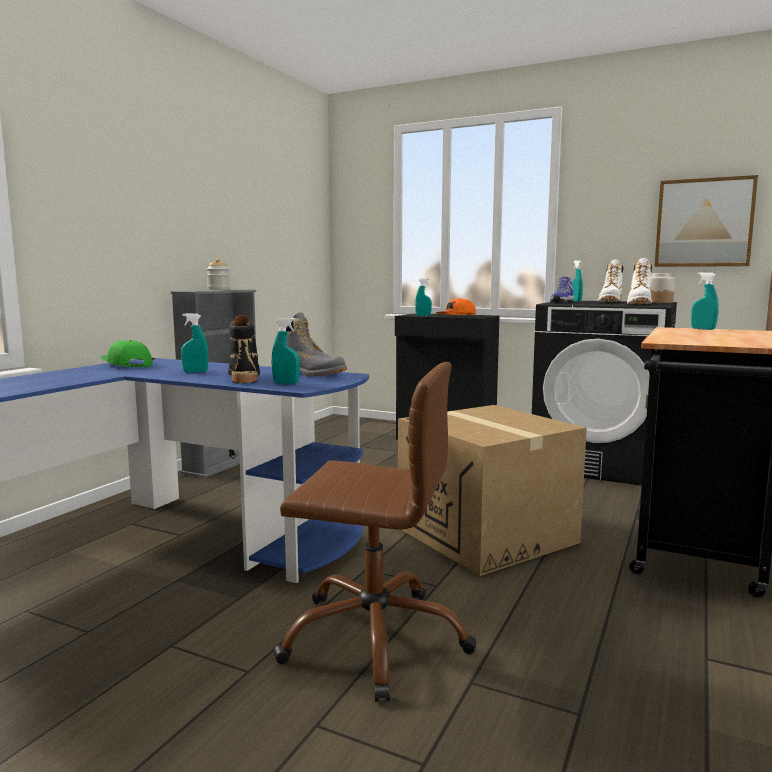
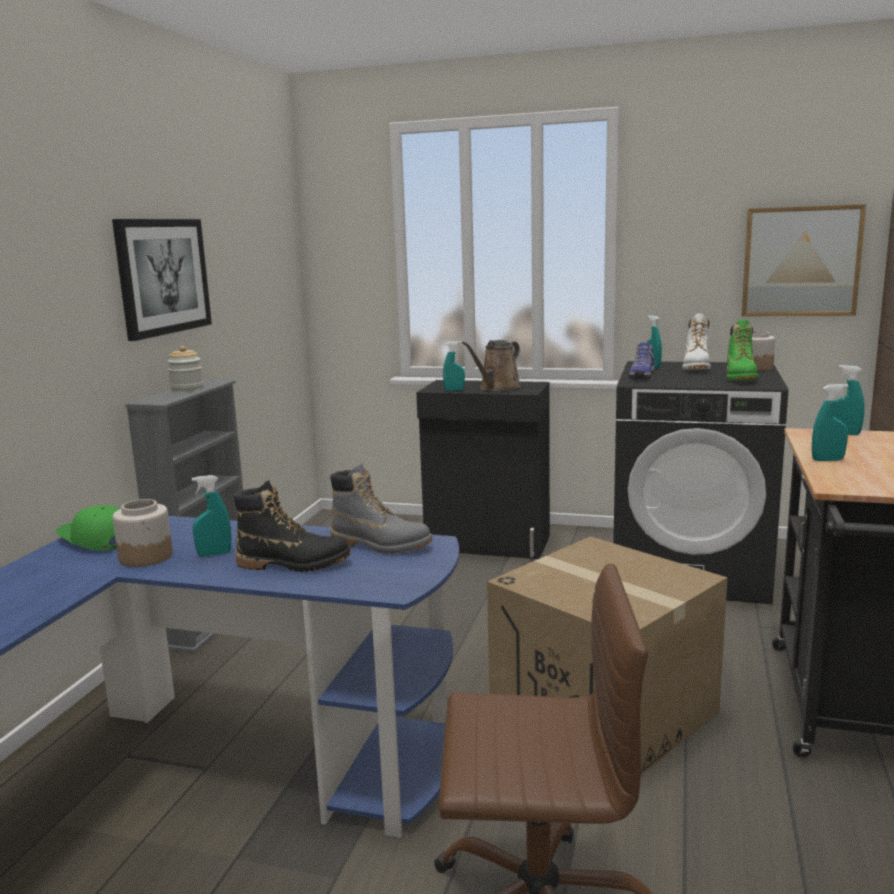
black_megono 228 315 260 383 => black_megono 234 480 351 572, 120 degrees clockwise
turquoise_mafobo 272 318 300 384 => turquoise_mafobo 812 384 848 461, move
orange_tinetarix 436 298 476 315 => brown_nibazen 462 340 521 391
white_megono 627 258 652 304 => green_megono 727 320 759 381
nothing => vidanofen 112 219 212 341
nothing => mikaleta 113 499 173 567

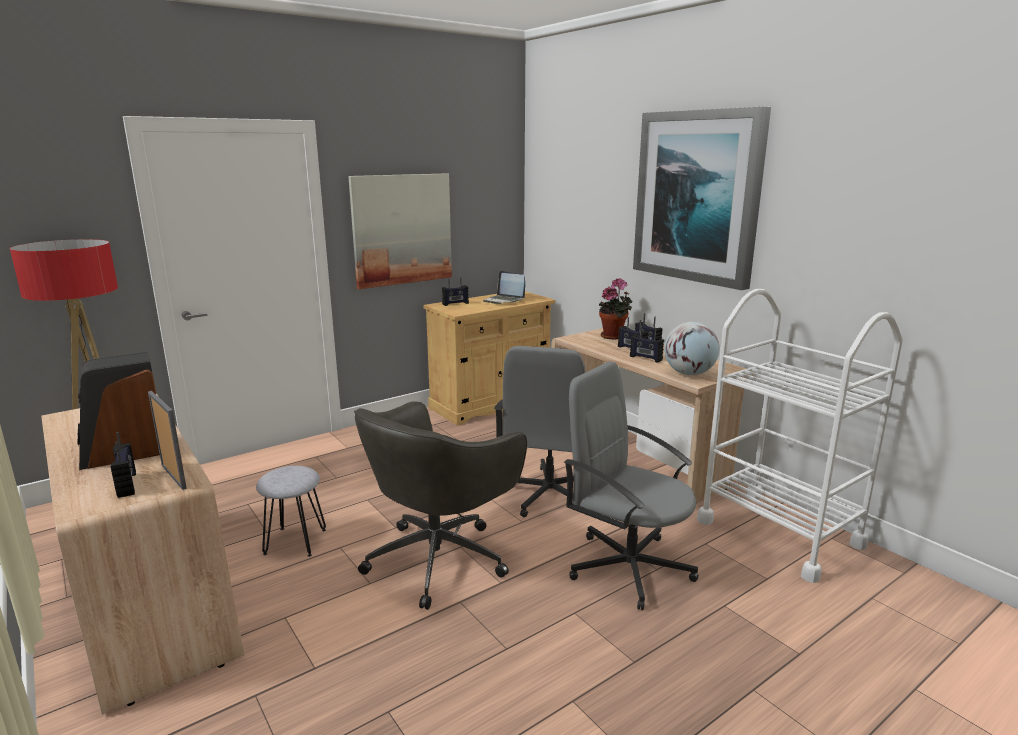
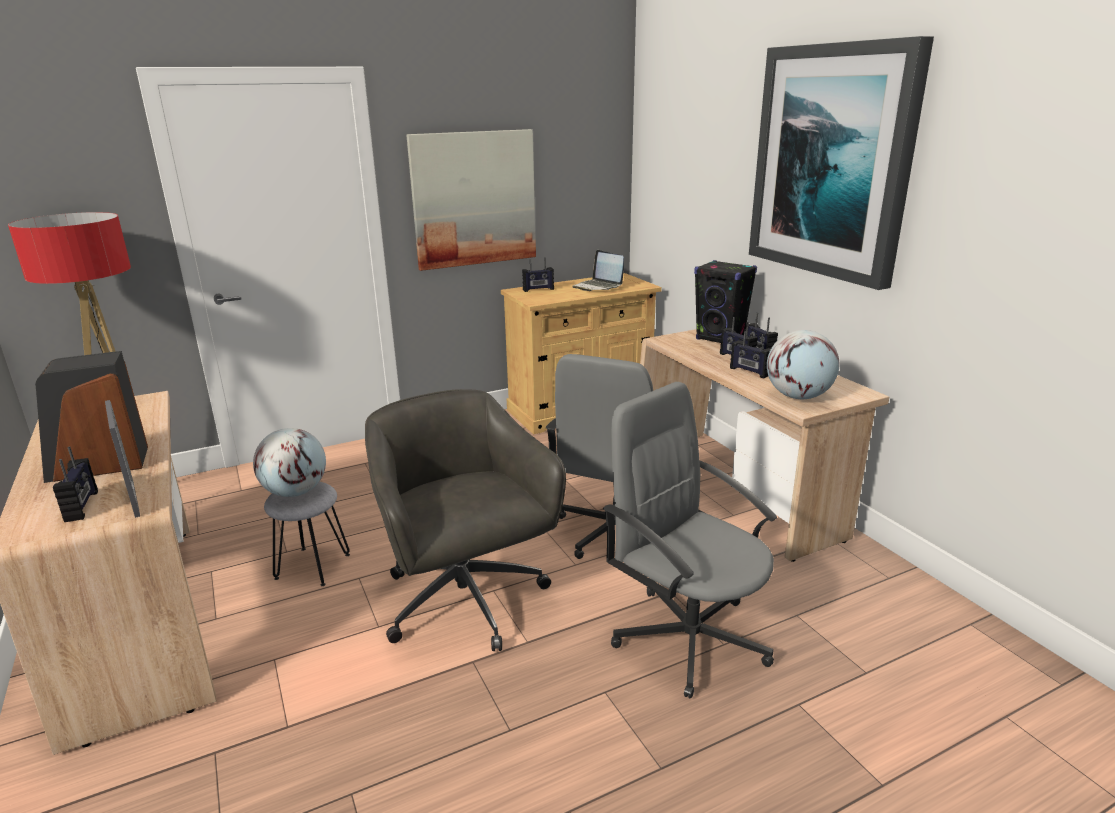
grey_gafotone 354 401 527 610 => grey_gafotone 365 389 566 651, 105 degrees clockwise
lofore 599 278 633 340 => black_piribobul 694 260 757 343
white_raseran 697 289 903 583 => nothing
nothing => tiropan 253 428 326 497

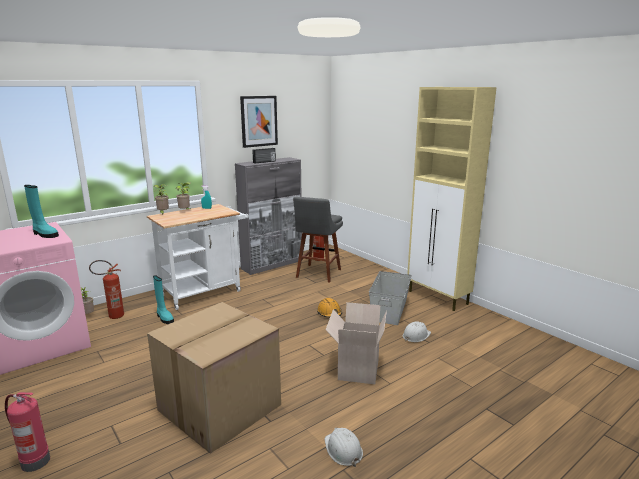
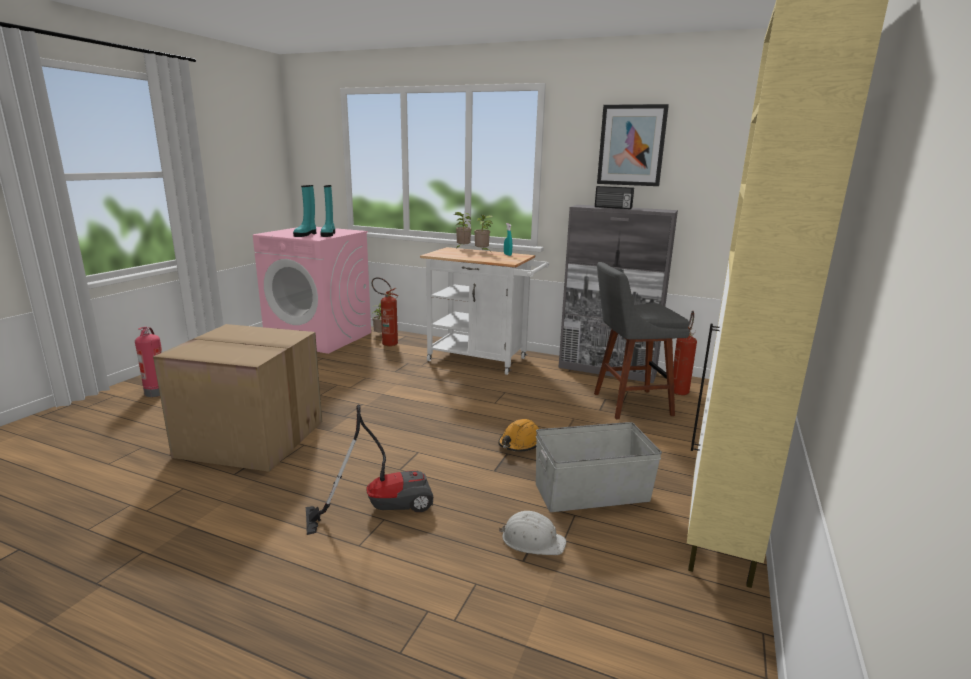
turquoise_megono 153 275 174 324 => turquoise_megono 293 185 316 237, move
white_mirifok 325 428 363 467 => nothing
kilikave 326 302 387 384 => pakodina 306 404 434 535

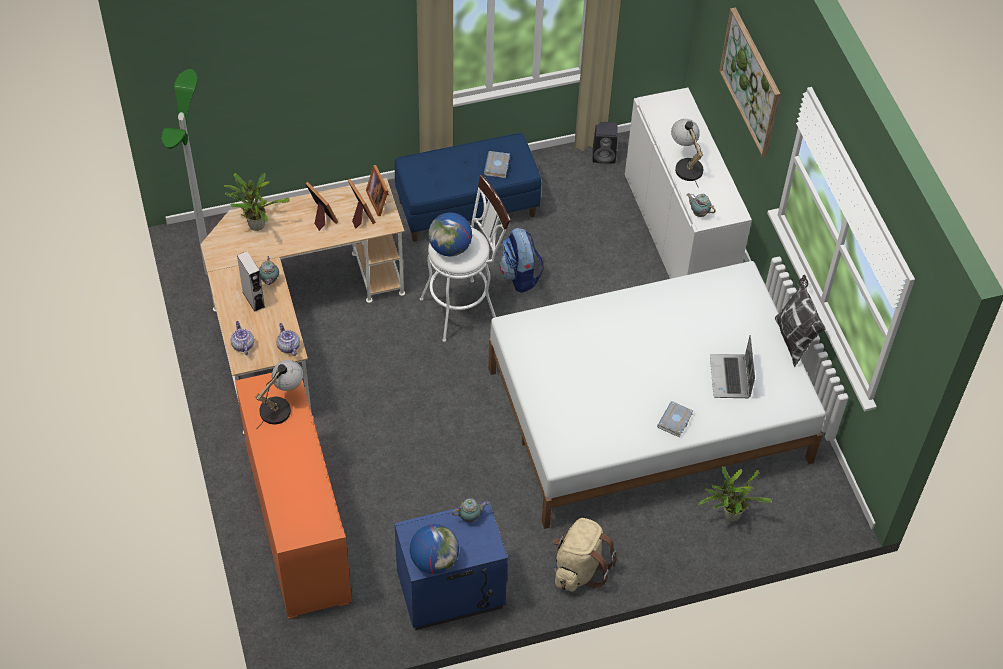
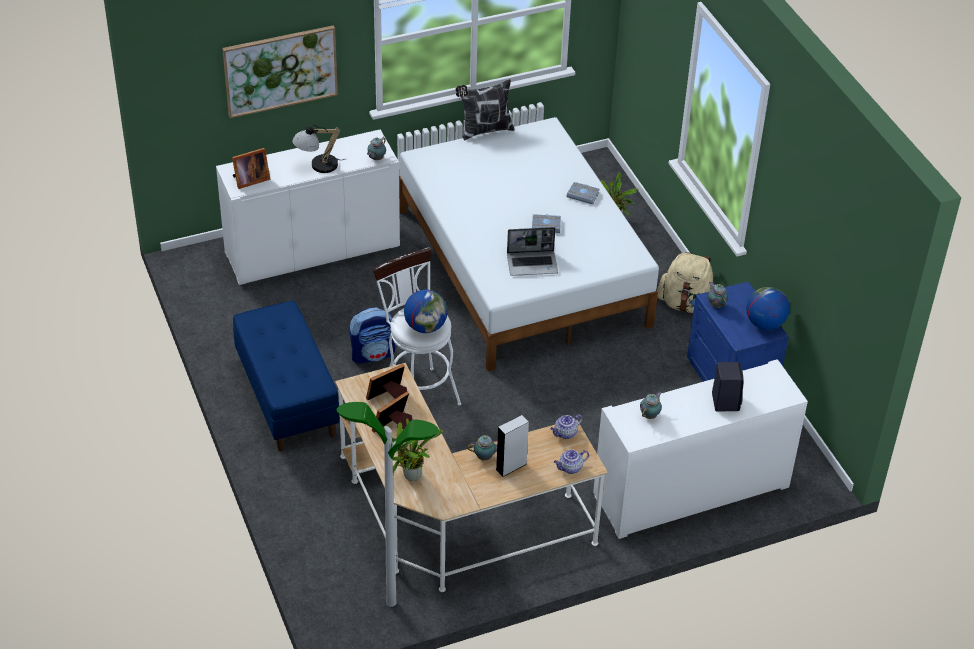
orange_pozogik 235 373 352 619 => white_pozogik 593 359 808 539
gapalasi 255 360 303 429 => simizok 640 392 662 419
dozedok 366 165 389 216 => dozedok 232 148 270 189, move
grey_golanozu 484 151 510 178 => grey_golanozu 532 214 561 233, move
black_piribobul 592 122 618 163 => black_piribobul 712 362 744 411, move
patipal 710 335 755 398 => patipal 507 227 558 276, move

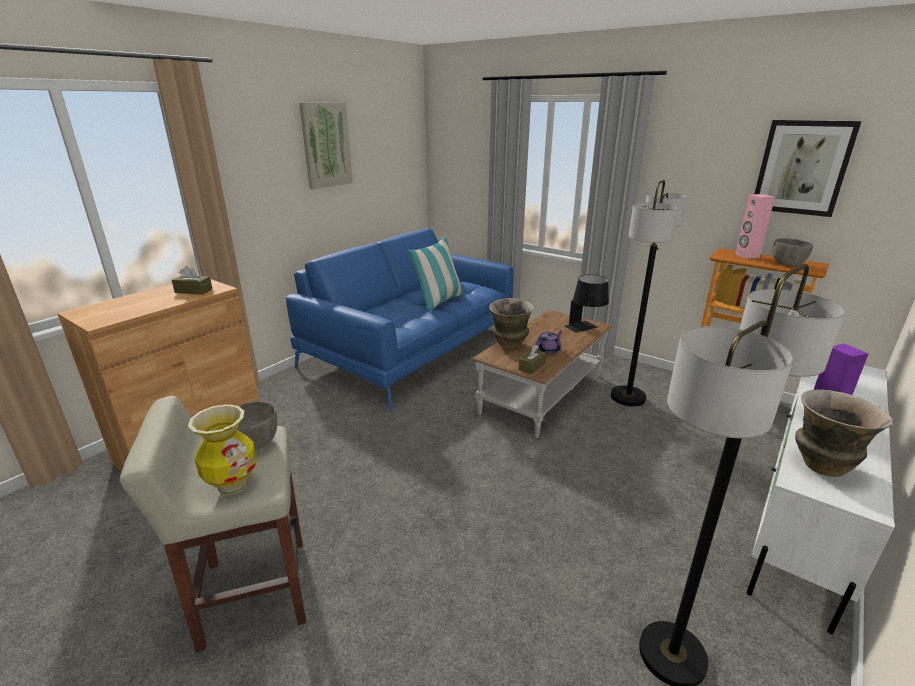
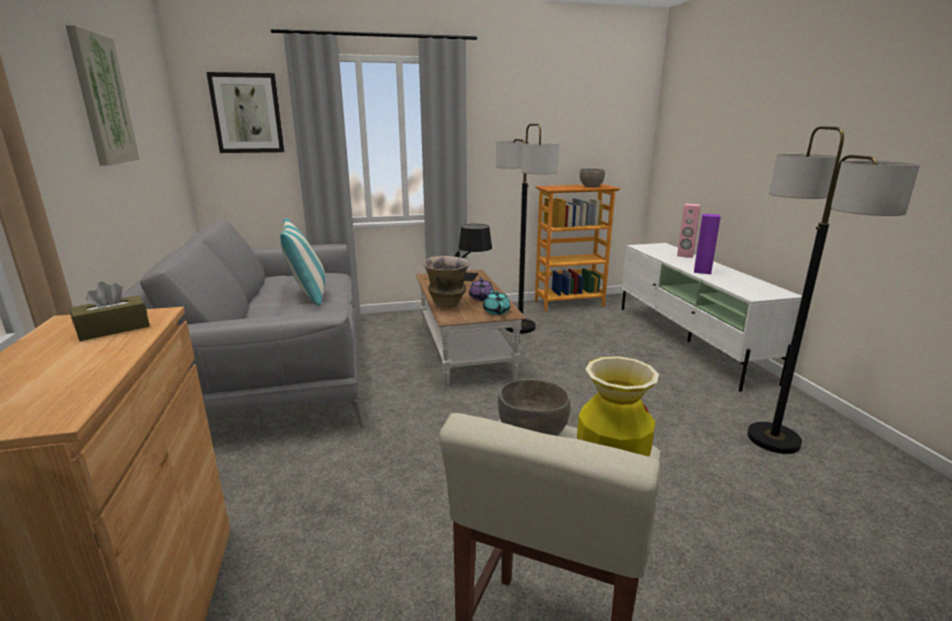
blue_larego 286 228 513 411 => grey_larego 121 220 365 428
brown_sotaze 519 345 546 374 => turquoise_simizok 483 289 510 315
pink_piribobul 735 194 775 259 => pink_piribobul 677 203 701 258, move
vidanofen 755 120 862 217 => vidanofen 207 72 284 153, move
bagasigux 795 389 893 477 => nothing

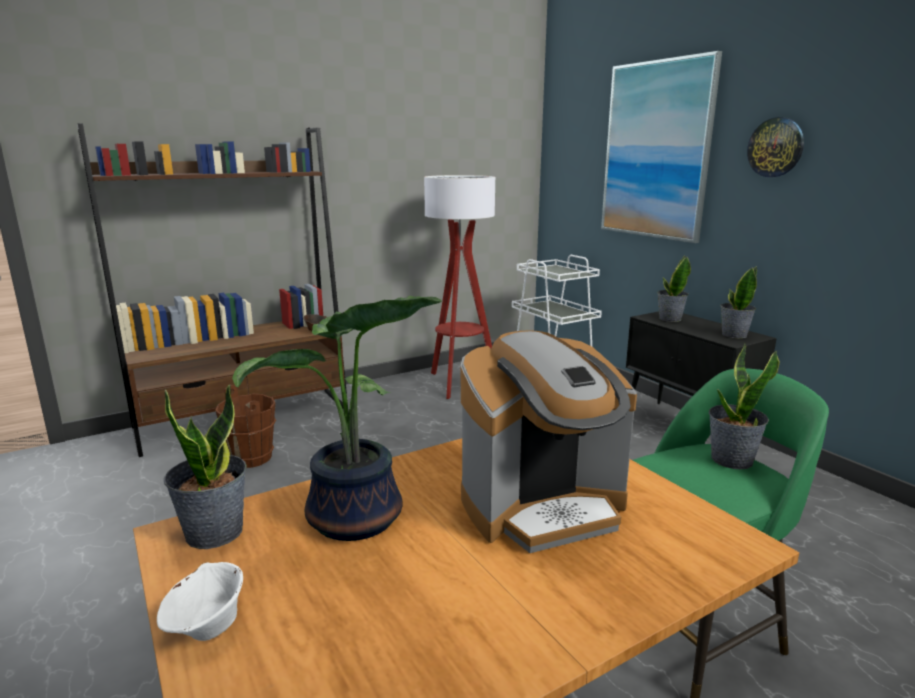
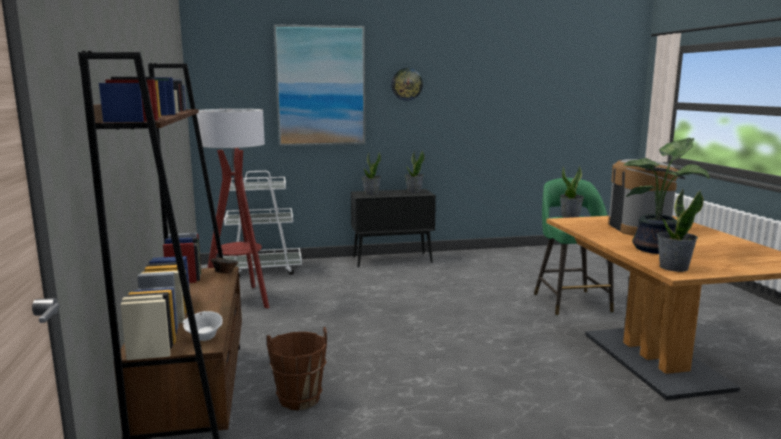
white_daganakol 157 562 243 641 => white_daganakol 183 311 223 341, move

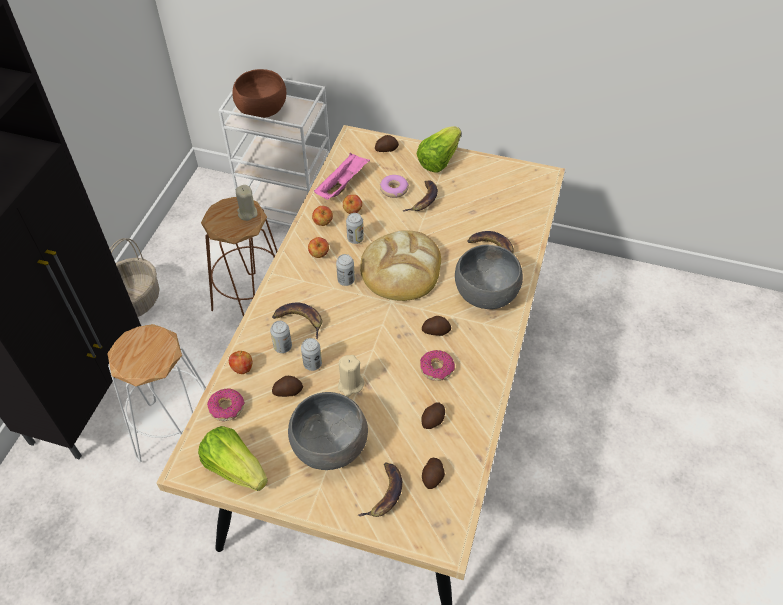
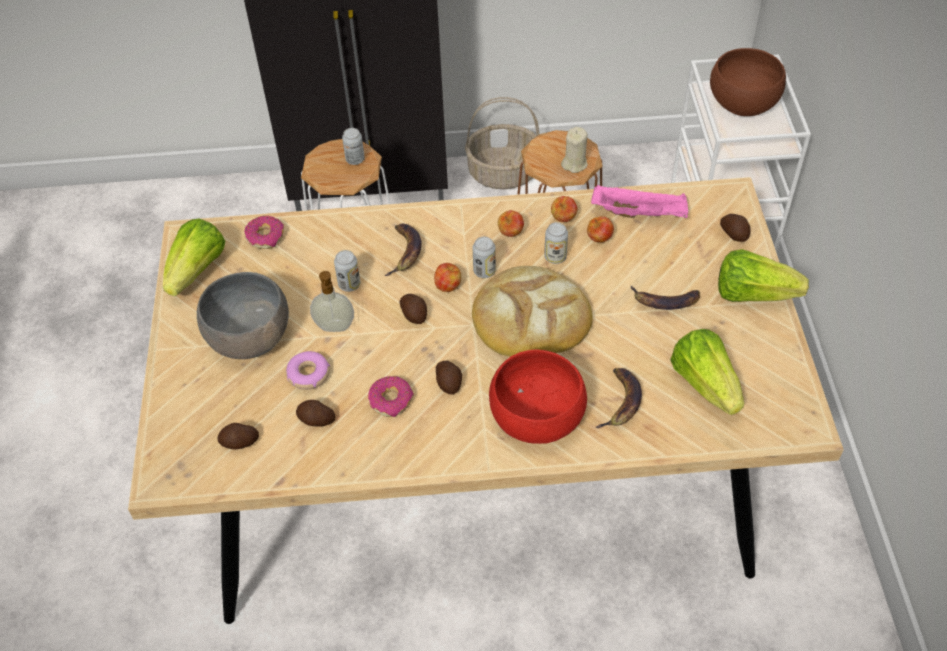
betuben 229 351 252 374 => betuben 434 263 461 292, move
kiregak 270 321 292 353 => kiregak 342 128 365 165, move
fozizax 272 376 303 397 => fozizax 399 294 427 324, move
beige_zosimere 338 355 365 397 => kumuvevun 310 271 354 332
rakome 358 462 402 517 => nothing
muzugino 380 175 409 198 => muzugino 286 351 330 390, move
grey_daganakol 455 244 523 309 => red_daganakol 489 350 587 444
nothing => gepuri 670 329 744 415

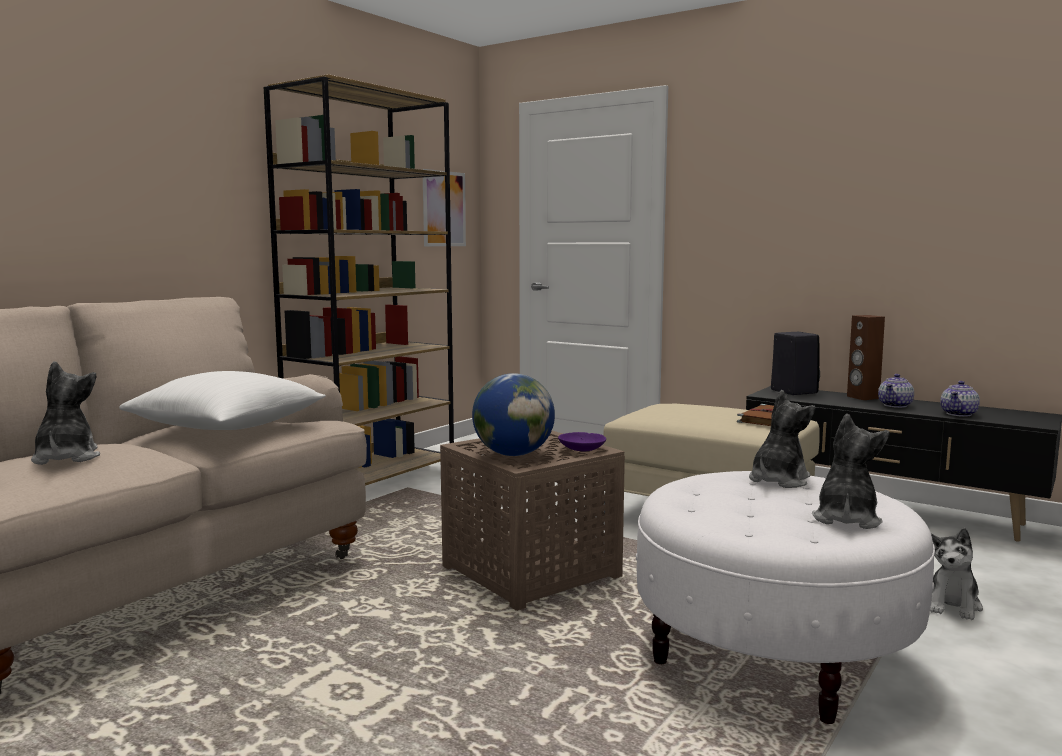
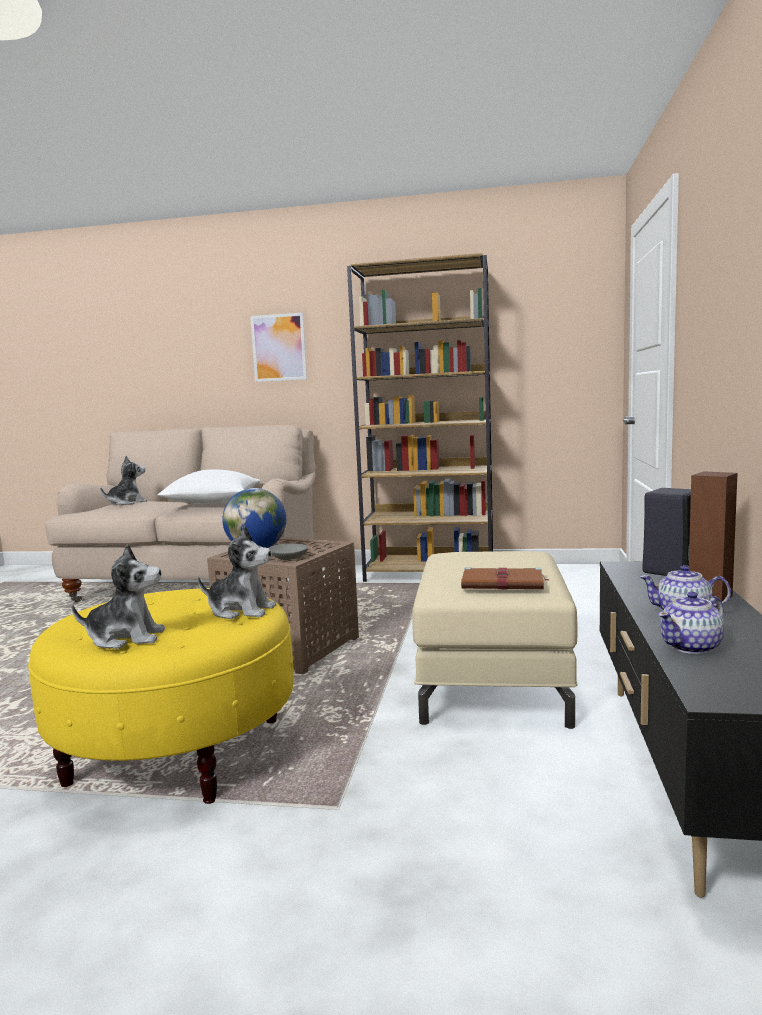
vidanofen 422 169 466 246 => vidanofen 250 313 307 382, move
purple_daganakol 558 432 606 451 => grey_daganakol 269 544 308 560
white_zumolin 636 471 935 724 => yellow_zumolin 28 588 294 804
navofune 930 528 983 620 => nothing
simizok 940 381 980 417 => simizok 658 592 724 654, 45 degrees counterclockwise

